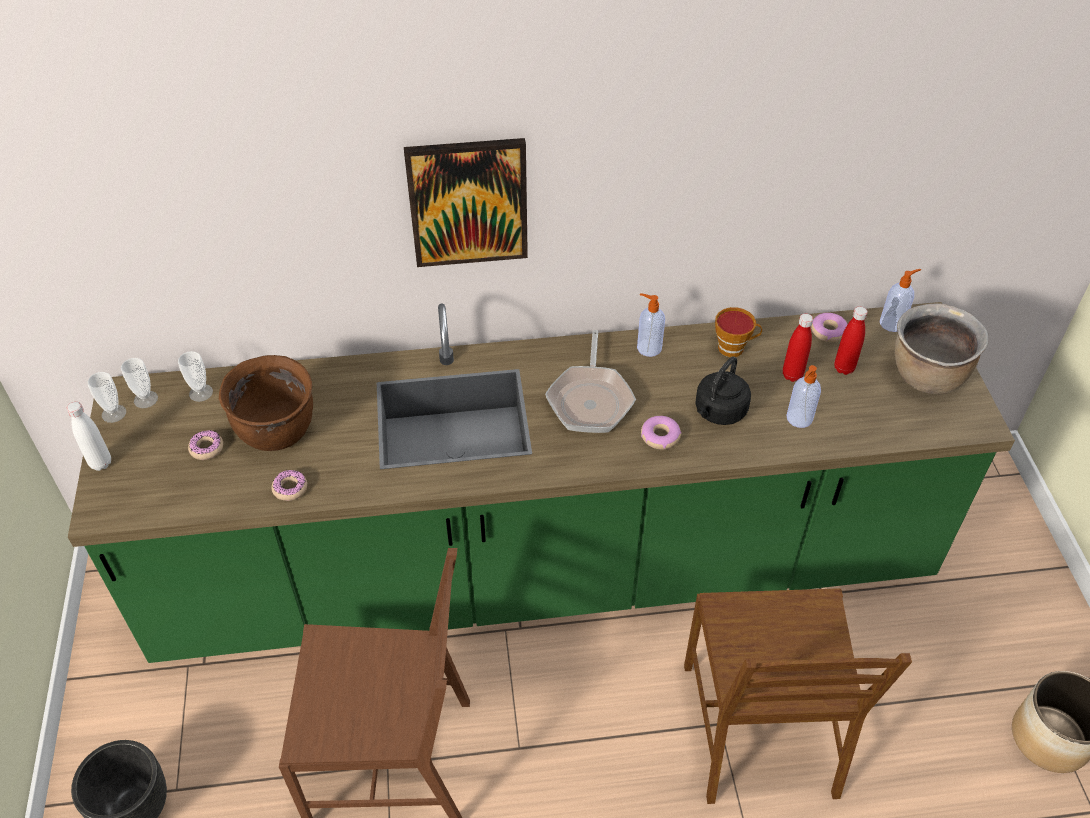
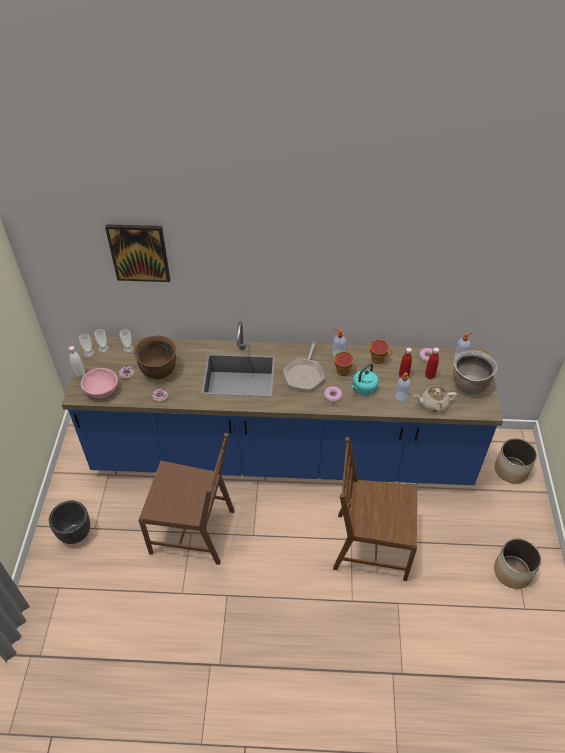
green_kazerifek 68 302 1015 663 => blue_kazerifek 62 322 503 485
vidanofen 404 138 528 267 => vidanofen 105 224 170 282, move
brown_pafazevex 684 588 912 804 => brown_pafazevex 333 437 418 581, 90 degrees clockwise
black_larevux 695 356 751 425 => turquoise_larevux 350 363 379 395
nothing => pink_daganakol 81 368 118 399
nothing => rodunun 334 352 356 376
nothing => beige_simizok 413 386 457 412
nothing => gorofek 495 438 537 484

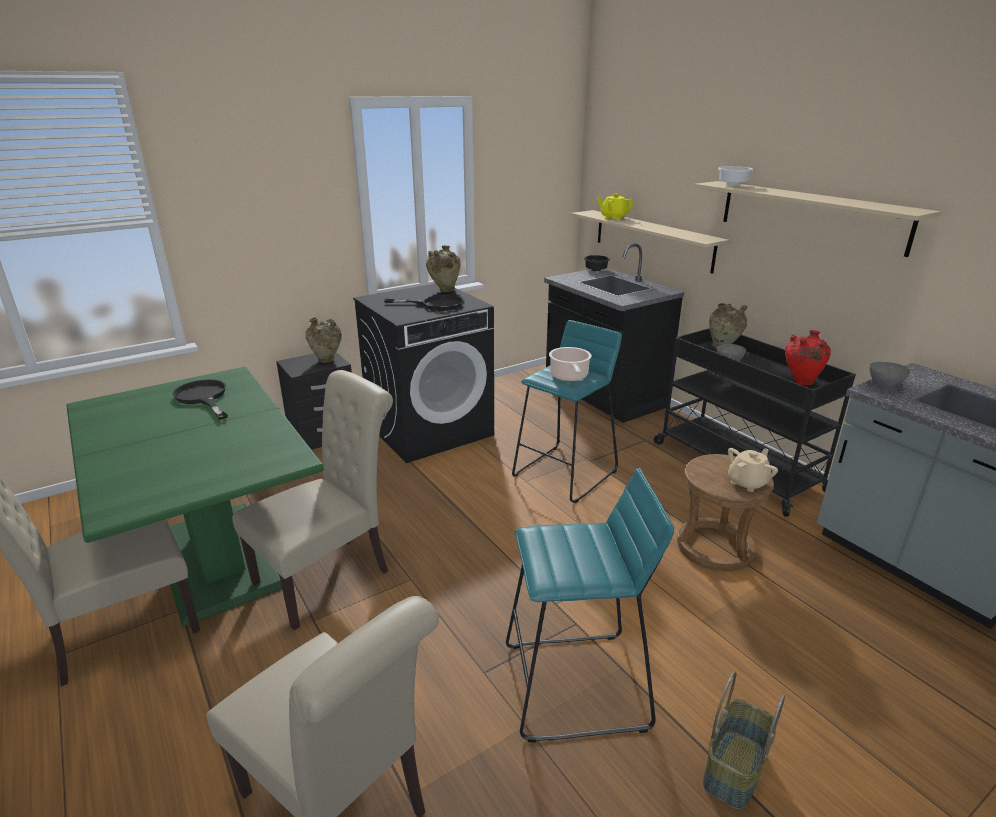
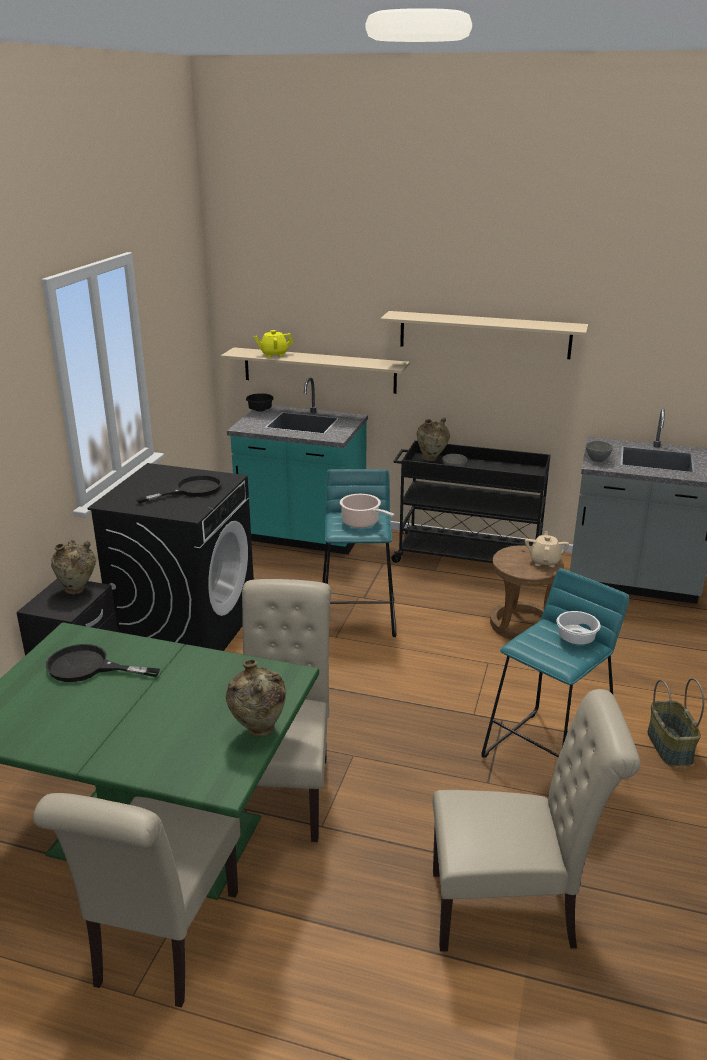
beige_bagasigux 426 245 460 292 => beige_bagasigux 226 660 286 737, move
black_kazerifek 544 243 684 423 => turquoise_kazerifek 227 377 368 555
white_daganakol 718 166 753 186 => white_daganakol 556 611 601 644, move
red_bagasigux 785 330 831 385 => nothing

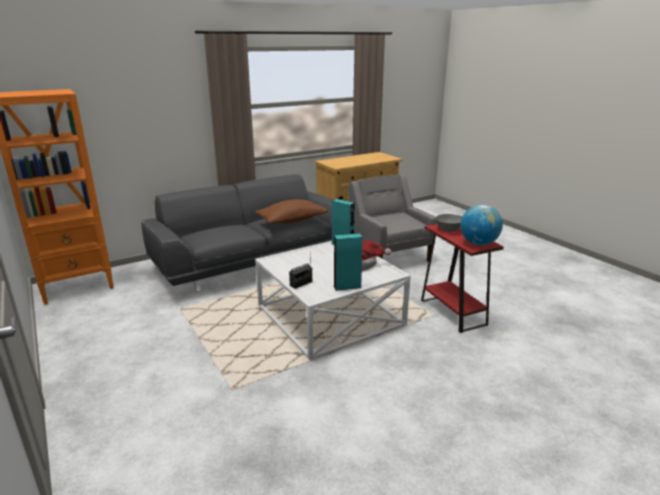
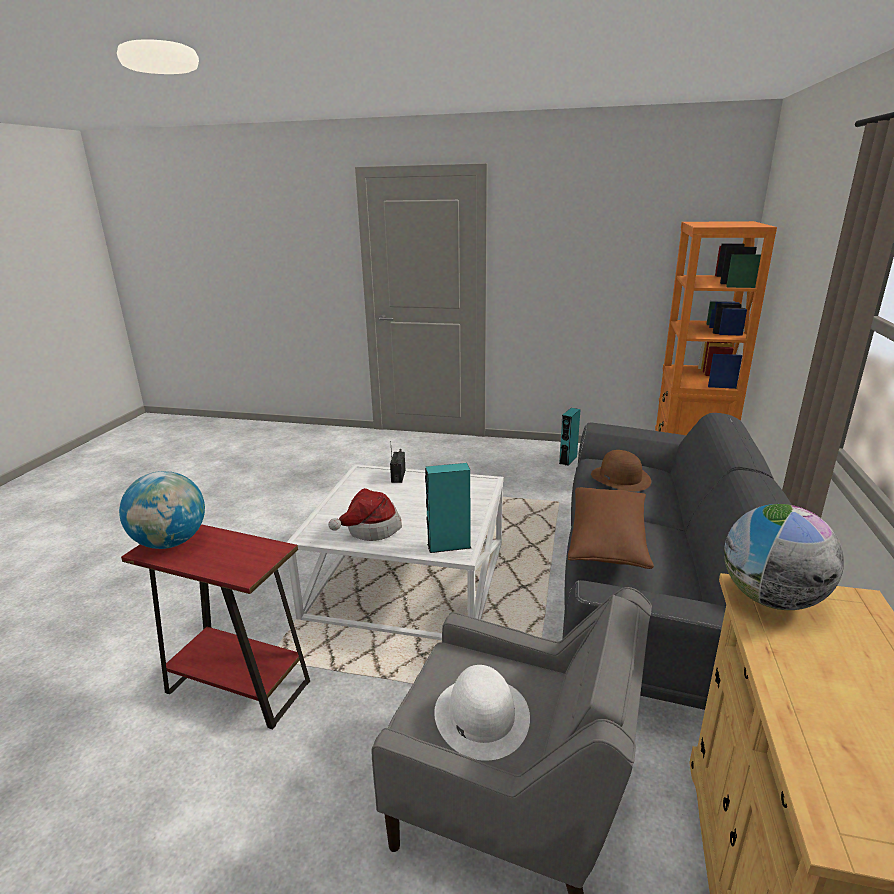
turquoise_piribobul 334 233 363 291 => turquoise_piribobul 559 408 581 466, move
grey_daganakol 435 214 462 232 => nothing
nothing => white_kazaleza 434 665 530 761
nothing => brown_kazaleza 591 450 651 491
nothing => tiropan 724 504 844 610

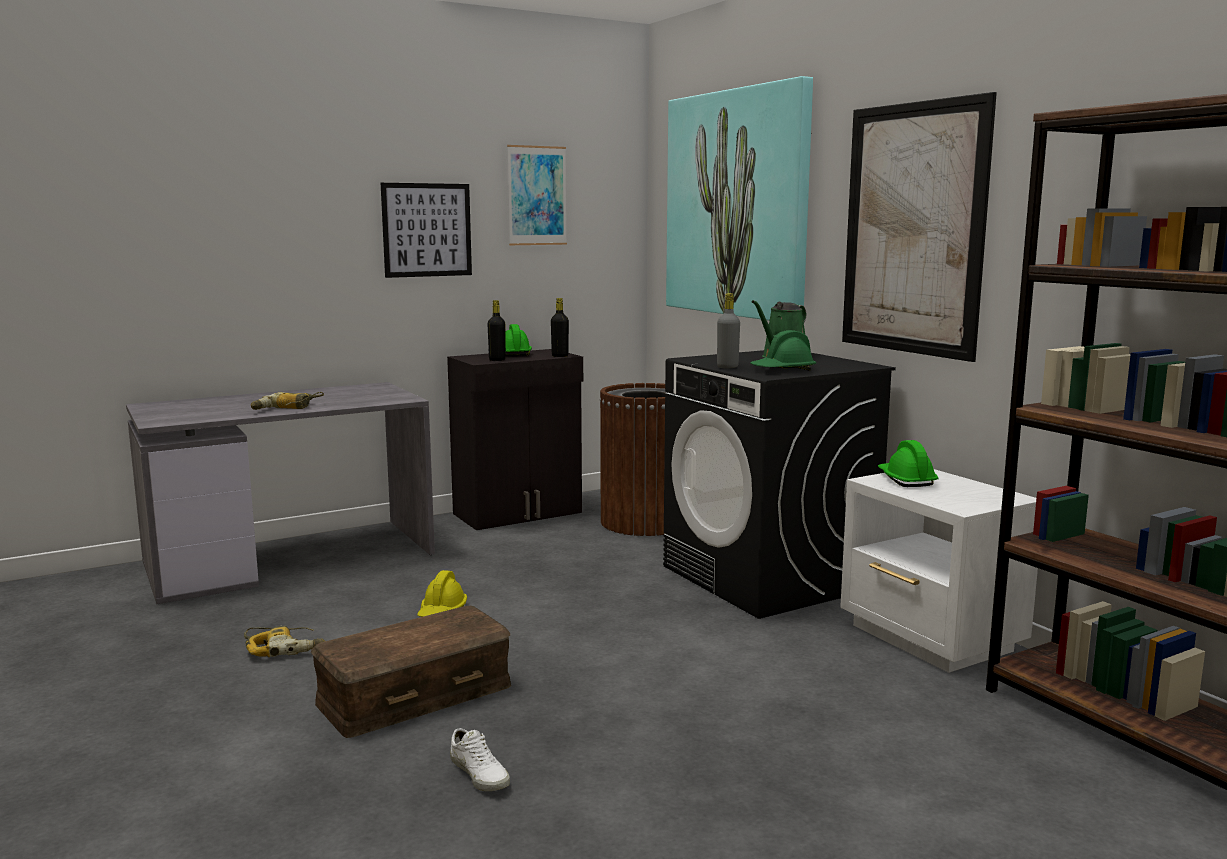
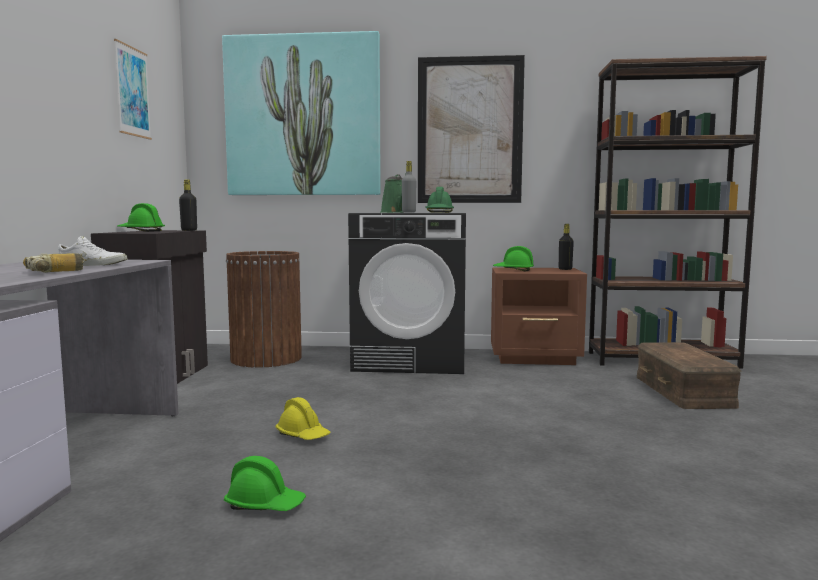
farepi 244 625 325 657 => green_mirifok 224 456 306 511
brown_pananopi 311 606 511 738 => brown_pananopi 637 342 742 409, move
vidanofen 381 183 472 278 => nothing
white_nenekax 450 728 510 791 => white_nenekax 58 236 128 266, move
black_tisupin 488 300 506 361 => black_tisupin 559 224 574 270, move
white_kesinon 840 469 1038 673 => brown_kesinon 491 267 587 365

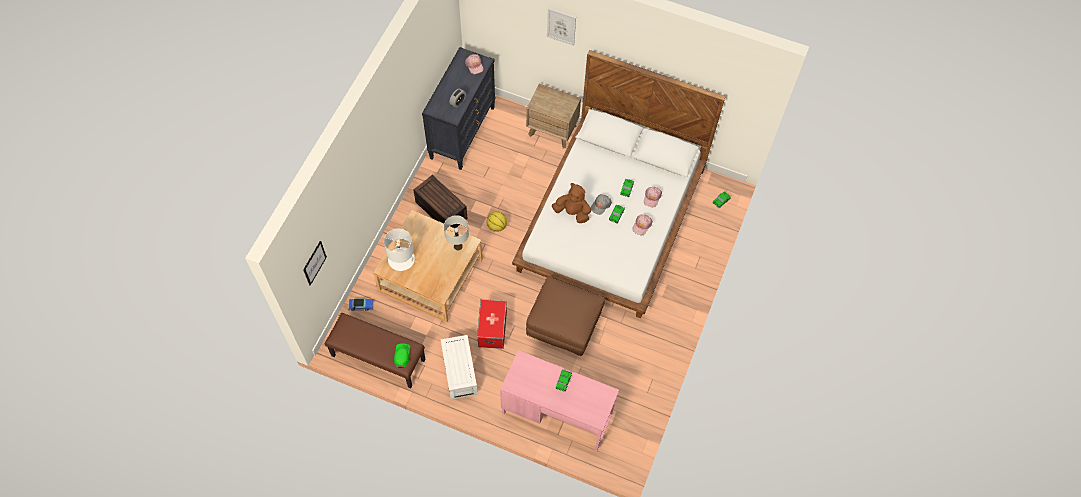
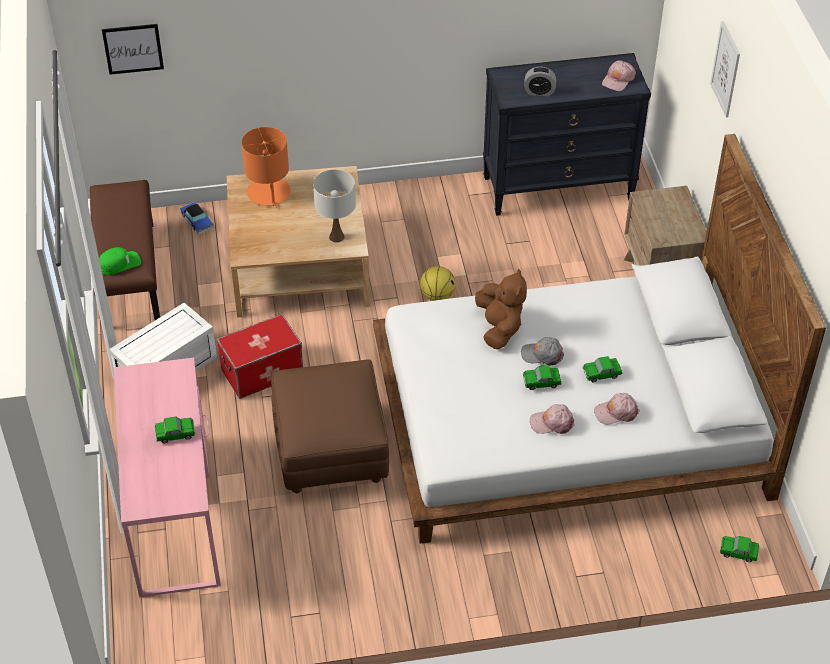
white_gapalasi 384 229 416 271 => orange_gapalasi 241 127 291 208
brown_pananopi 413 175 468 228 => nothing

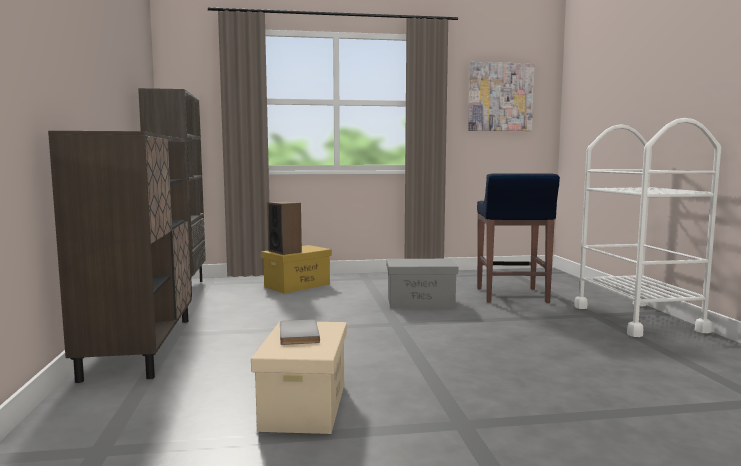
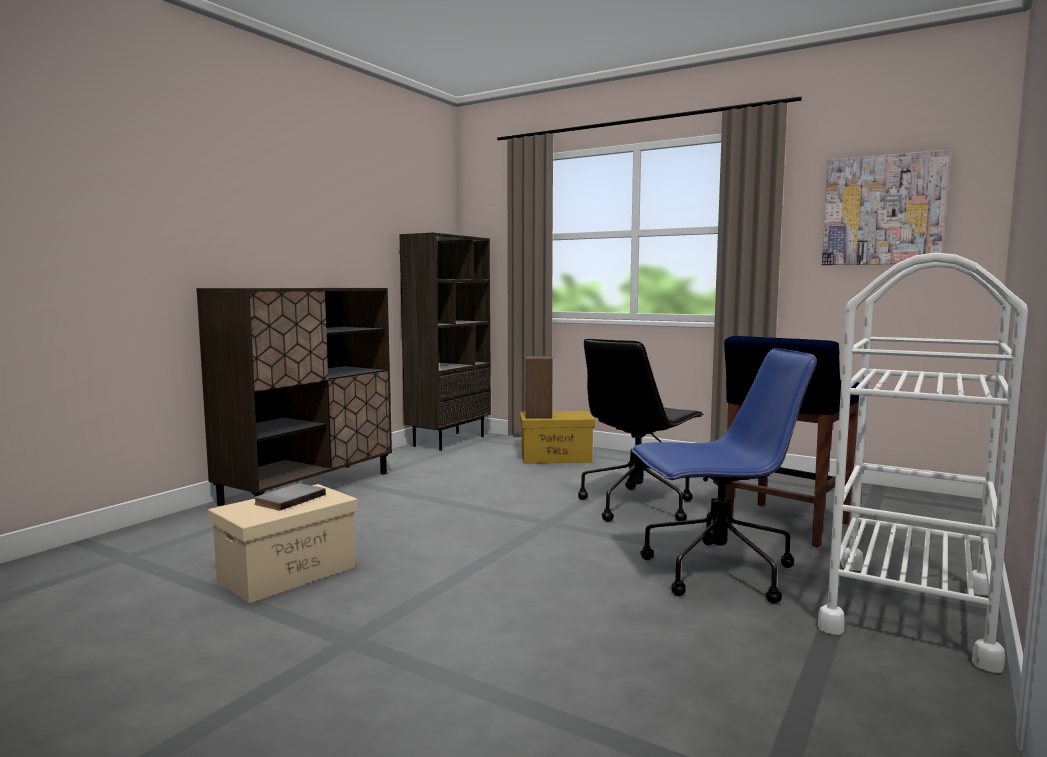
grey_pananopi 386 259 458 308 => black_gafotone 578 339 704 522
nothing => blue_gafotone 631 348 817 604

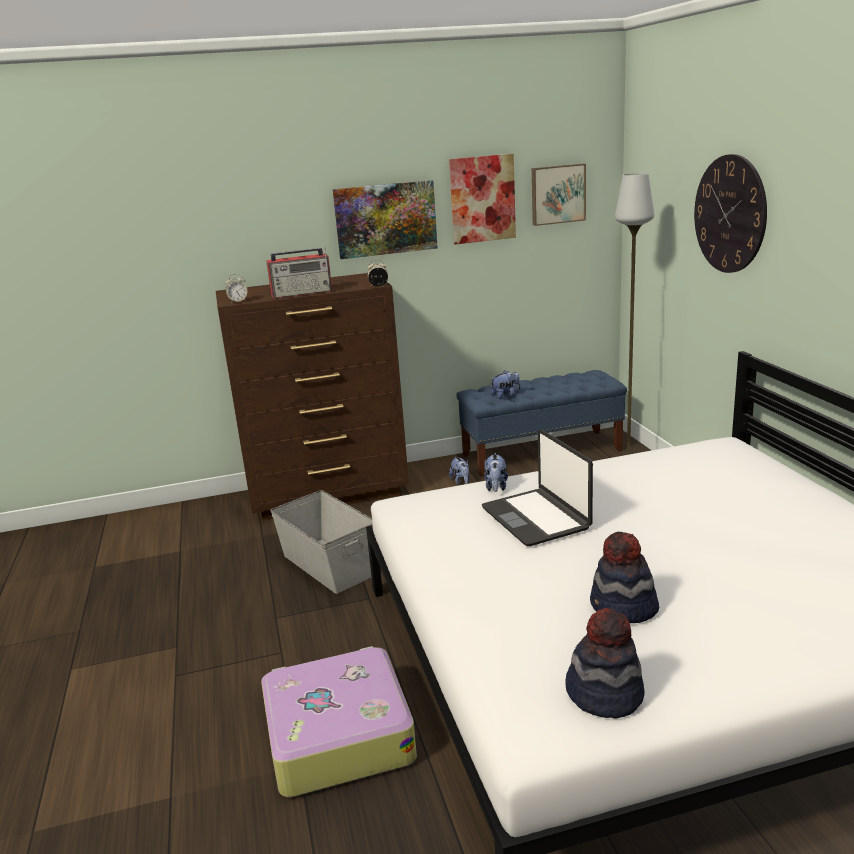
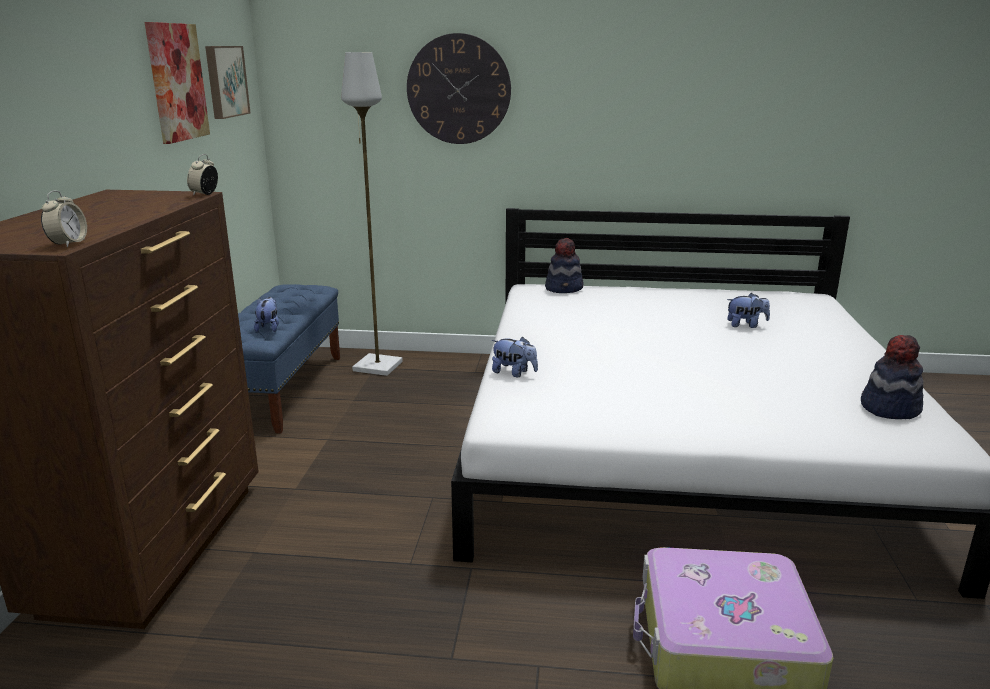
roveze 266 246 332 299 => nothing
grey_pananopi 270 490 372 594 => nothing
vidanofen 333 180 438 259 => nothing
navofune 449 456 470 485 => navofune 727 293 770 328, move
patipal 482 429 593 546 => nothing
kazaleza 590 532 659 623 => kazaleza 545 238 583 293, move

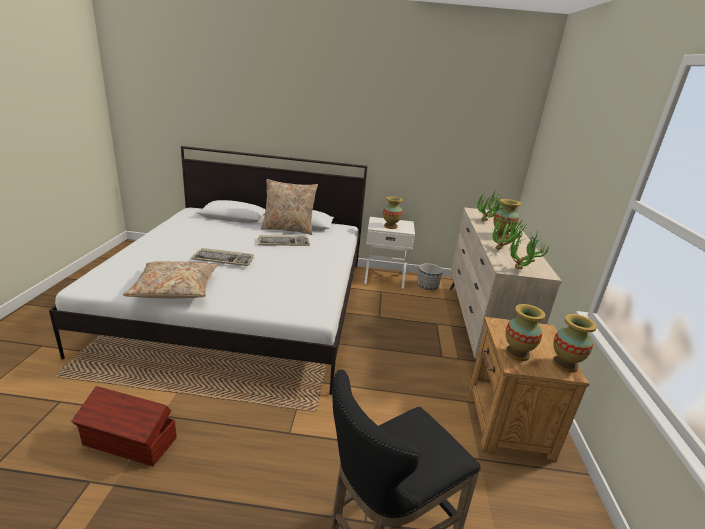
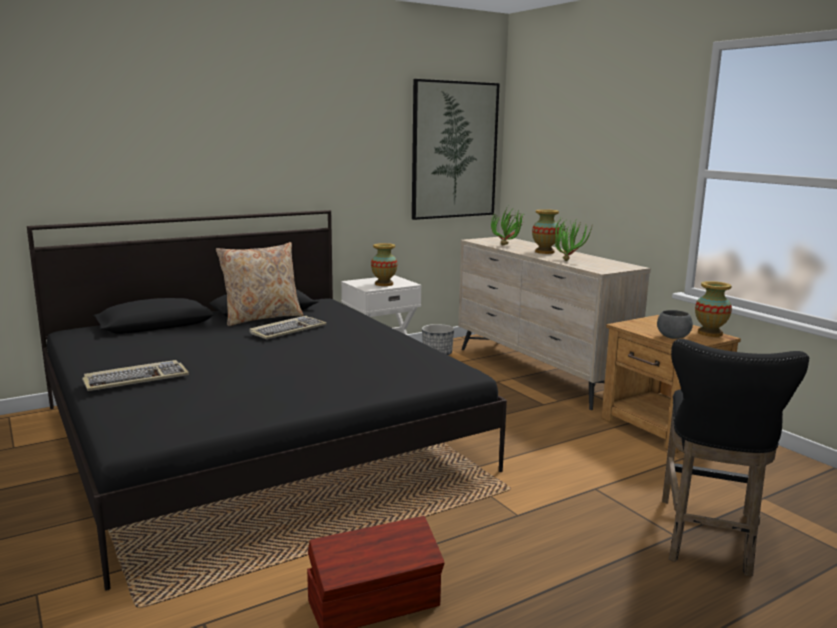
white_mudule 49 146 367 395 => black_mudule 27 210 507 590
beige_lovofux 123 261 218 298 => nothing
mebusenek 191 248 254 266 => mebusenek 82 360 189 391, move
bagasigux 506 304 545 361 => grey_daganakol 657 310 693 339
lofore 510 232 551 270 => nothing
nothing => vidanofen 412 79 500 220

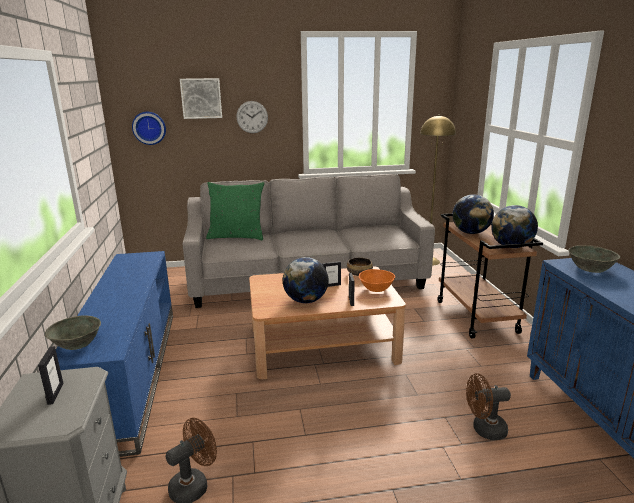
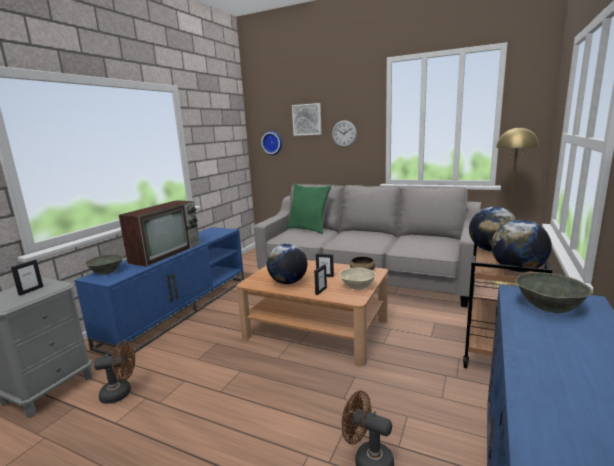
orange_daganakol 359 269 395 292 => beige_daganakol 339 267 376 290
nothing => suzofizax 119 200 200 267

